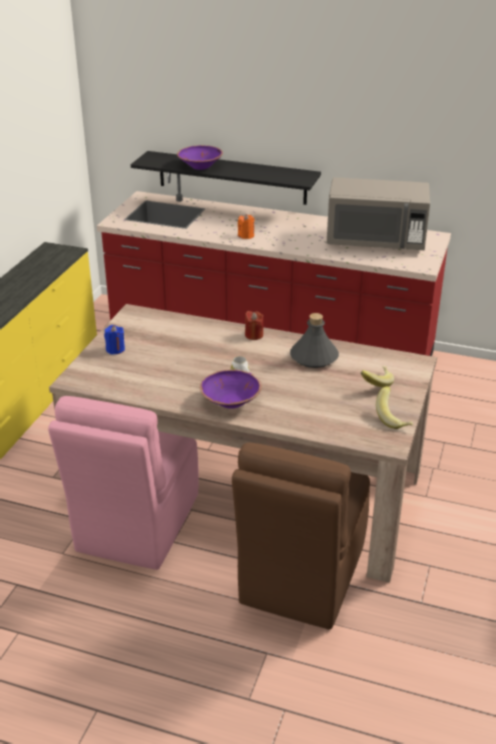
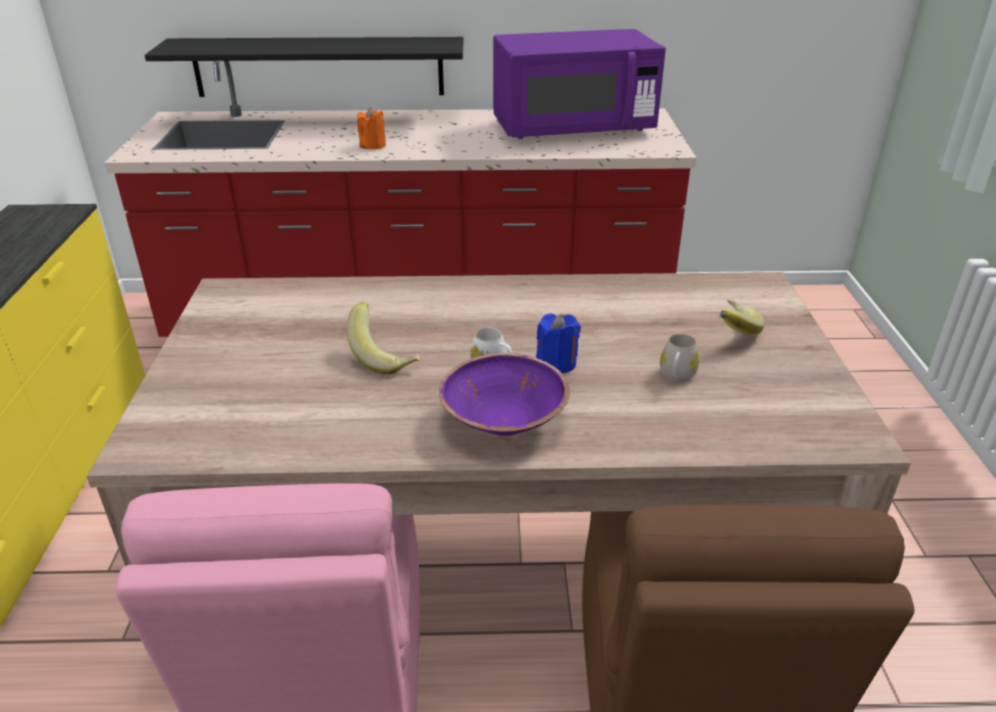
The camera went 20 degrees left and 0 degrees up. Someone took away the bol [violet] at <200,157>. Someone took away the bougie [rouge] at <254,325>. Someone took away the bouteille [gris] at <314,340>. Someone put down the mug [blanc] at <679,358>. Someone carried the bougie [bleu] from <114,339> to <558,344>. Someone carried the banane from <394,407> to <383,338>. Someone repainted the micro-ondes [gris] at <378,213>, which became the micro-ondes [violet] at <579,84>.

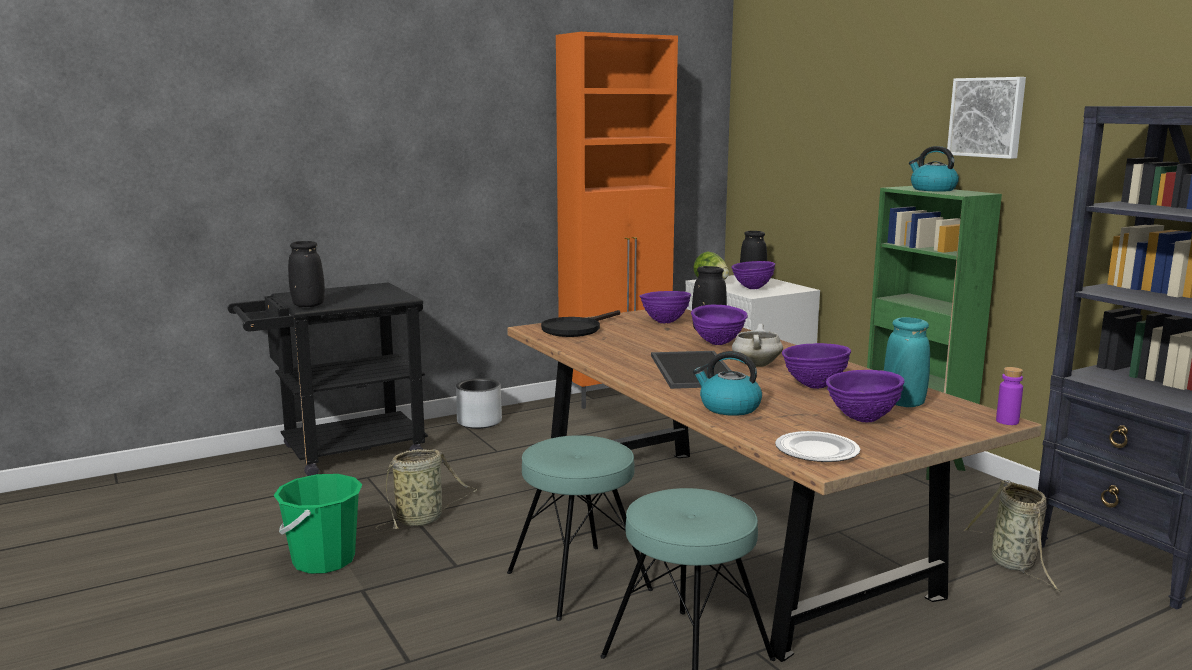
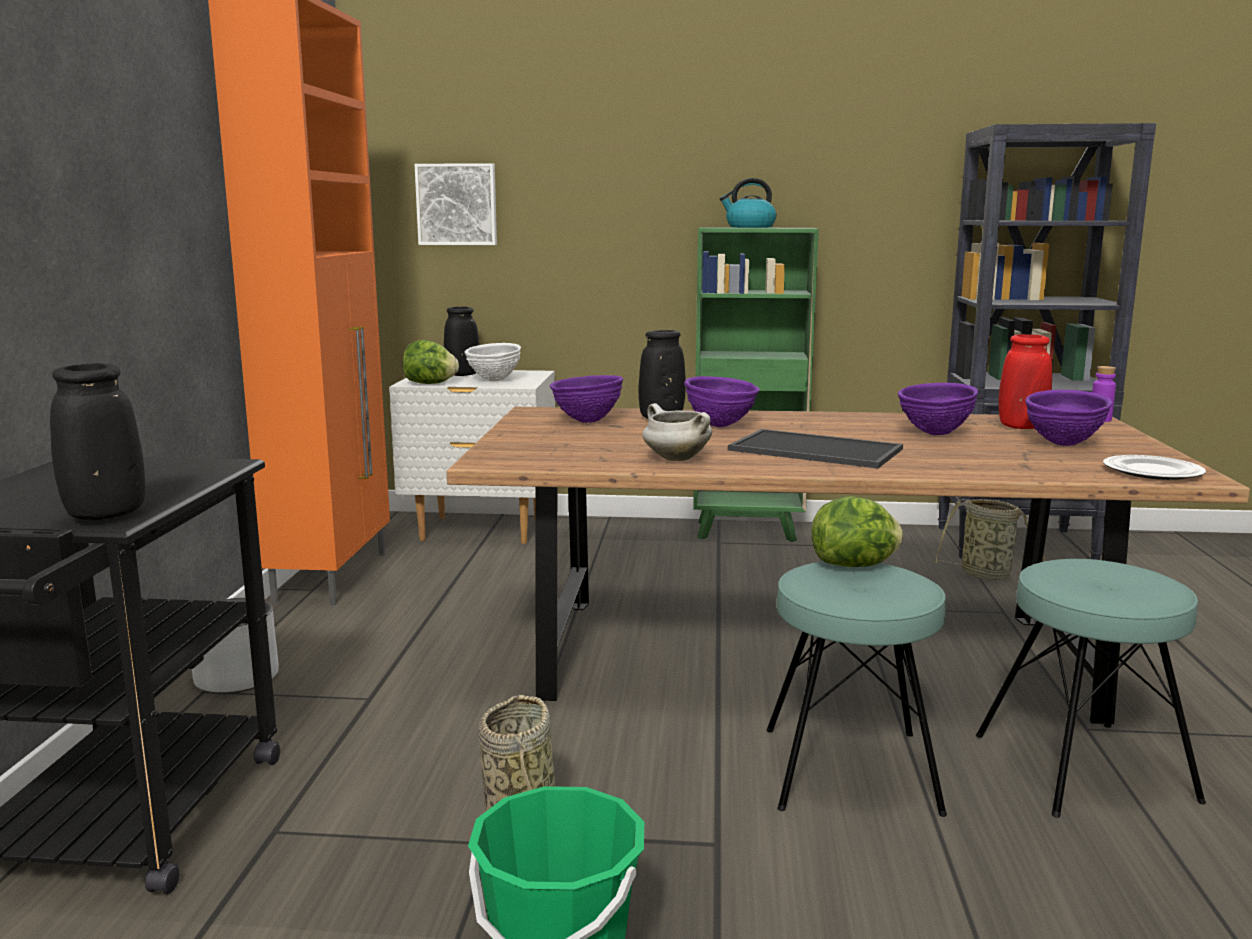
The camera went 55 degrees left and 0 degrees up. Someone took away the poêle [noir] at <580,323>. Someone took away the bouilloire at <727,383>. Someone put down the laitue at <857,531>. Someone carried the marmite [blanc] from <757,345> to <677,432>. Someone carried the tableau from <986,118> to <455,204>. Someone repainted the bol [violet] at <753,275>, which became the bol [blanc] at <493,362>. Someone repainted the vase [turquoise] at <907,362>, which became the vase [rouge] at <1025,381>.

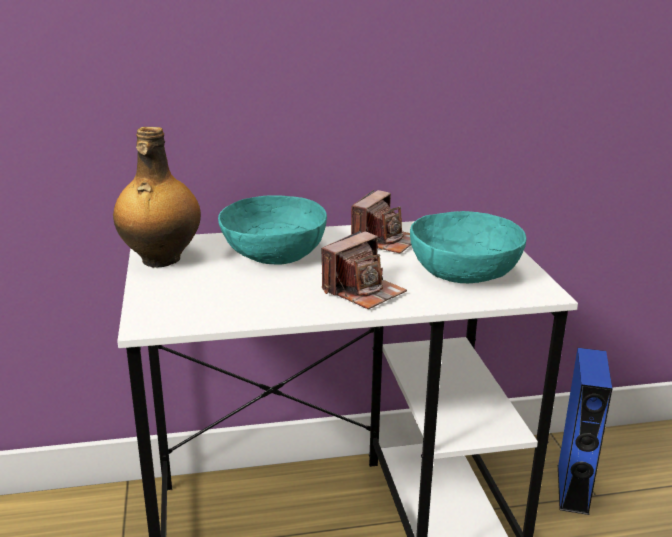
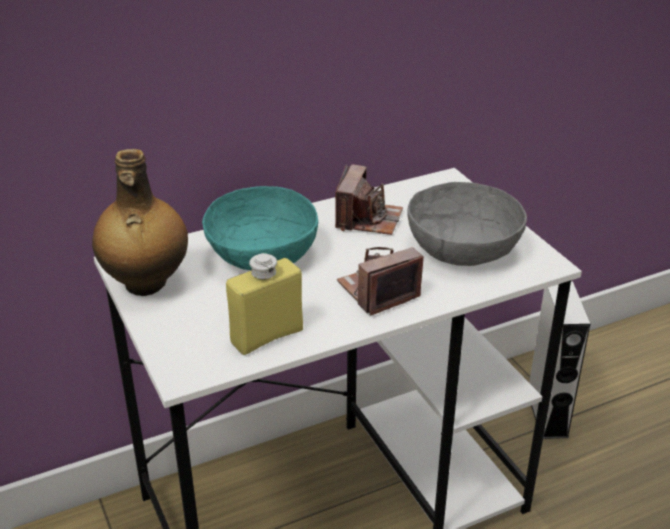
The camera went 15 degrees left and 10 degrees up. Someone put down the bouteille [jaune] at <264,304>. Someone repainted the bol [turquoise] at <468,247>, which became the bol [gris] at <467,224>. Someone repainted the enceinte [bleu] at <585,431>, which became the enceinte [blanc] at <560,360>. Someone rotated the appareil photo at <364,270> by 150 degrees counterclockwise.

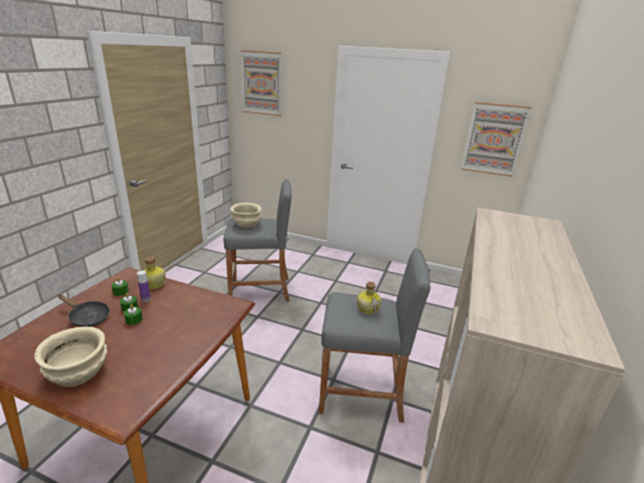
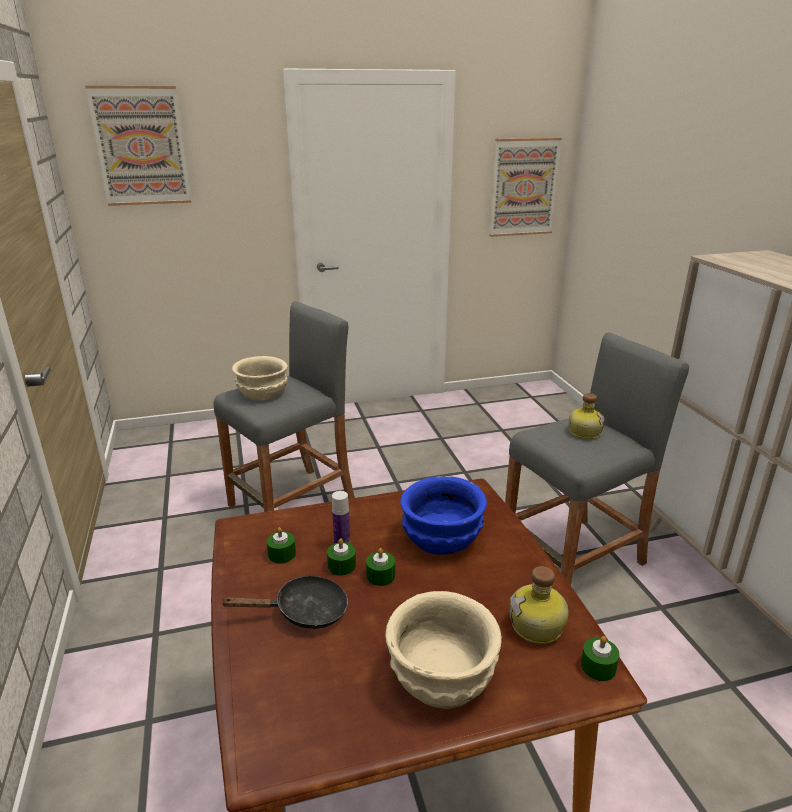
The camera went 35 degrees left and 0 degrees up. Someone put down the bol [bleu] at <443,515>. Someone put down the bougie [vert] at <600,658>. Someone carried the bouteille from <154,272> to <539,605>.

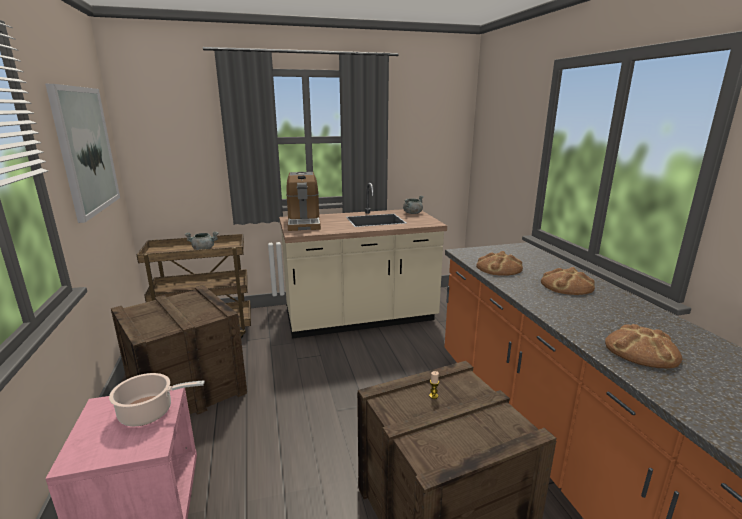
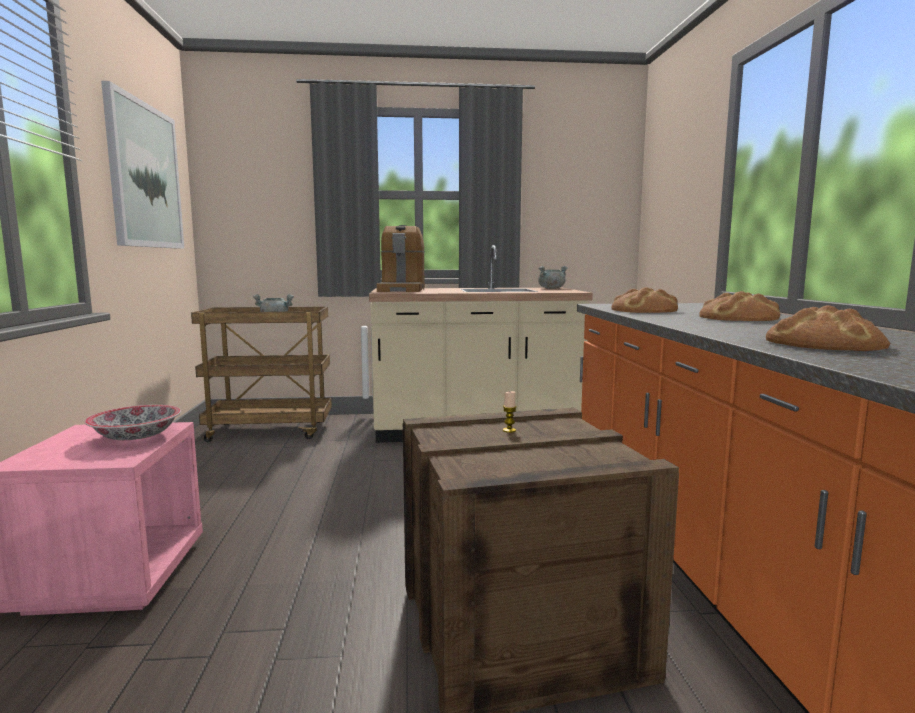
The camera went 10 degrees right and 10 degrees down. Someone took away the caisse at <179,350>. Someone swapped the marmite at <157,399> for the bol at <133,422>.

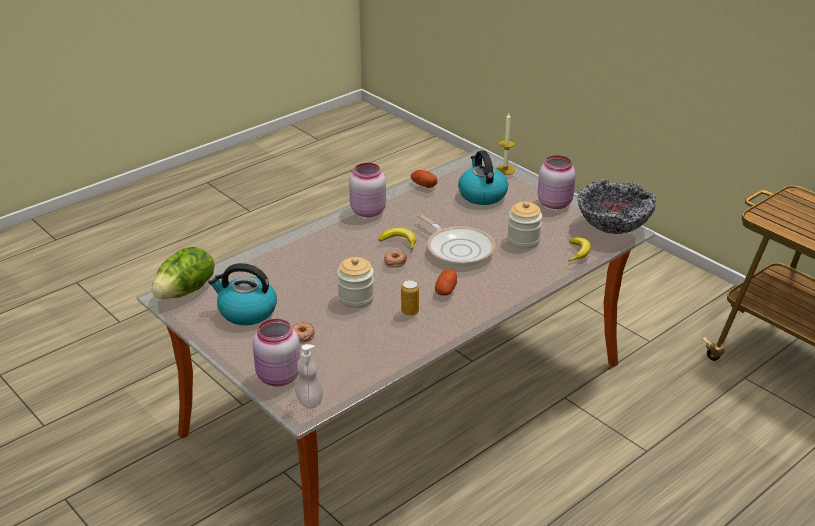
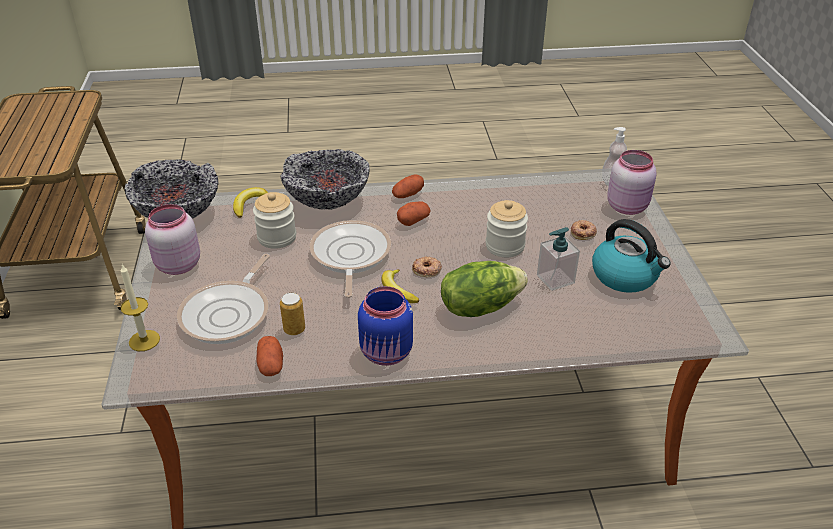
The camera went 145 degrees left and 5 degrees up. Someone put down the bol at <325,179>. Someone put down the pomme de terre at <408,186>. Someone put down the distributeur de savon at <558,259>. Someone carried the laitue from <183,273> to <484,289>. Someone carried the boîte métallique from <410,298> to <292,313>. Someone swapped the bouilloire at <483,177> for the poêle at <223,299>. Someone repainted the bocal [rose] at <367,190>, which became the bocal [bleu] at <385,326>.

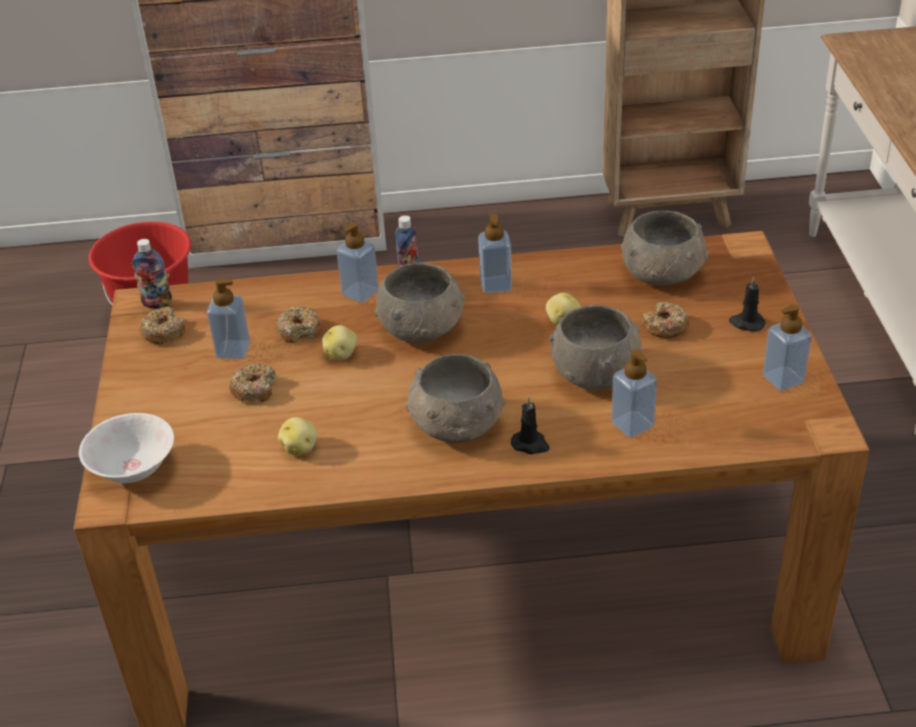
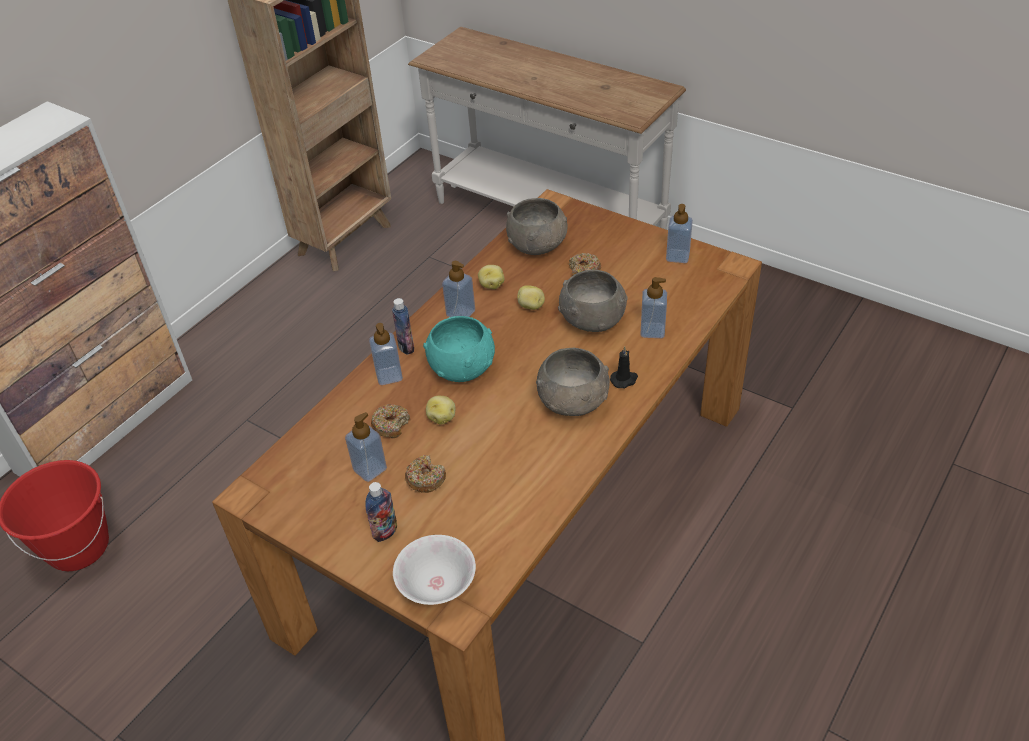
The camera went 50 degrees left and 5 degrees up. Someone took away the beignet at <162,326>. Someone took away the bougie [noir] at <747,304>. Someone carried the bouteille from <152,274> to <381,512>. Someone carried the pomme de terre from <297,436> to <491,277>. Someone repainted the bol [gris] at <420,303>, which became the bol [turquoise] at <459,349>.

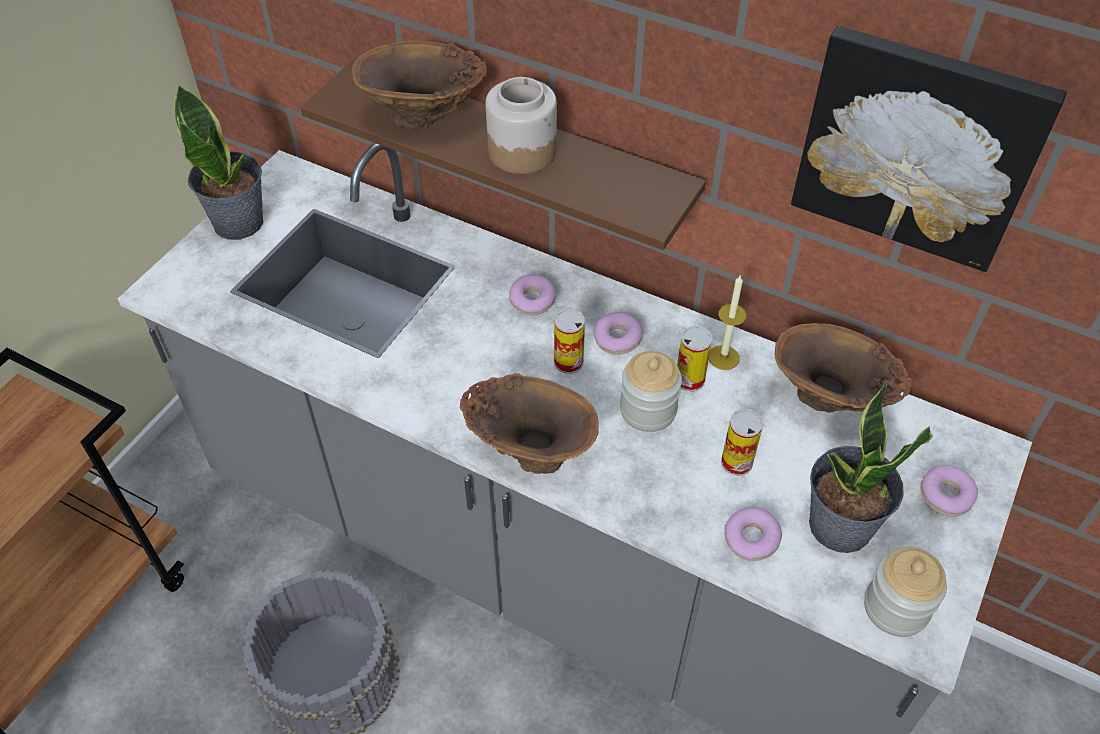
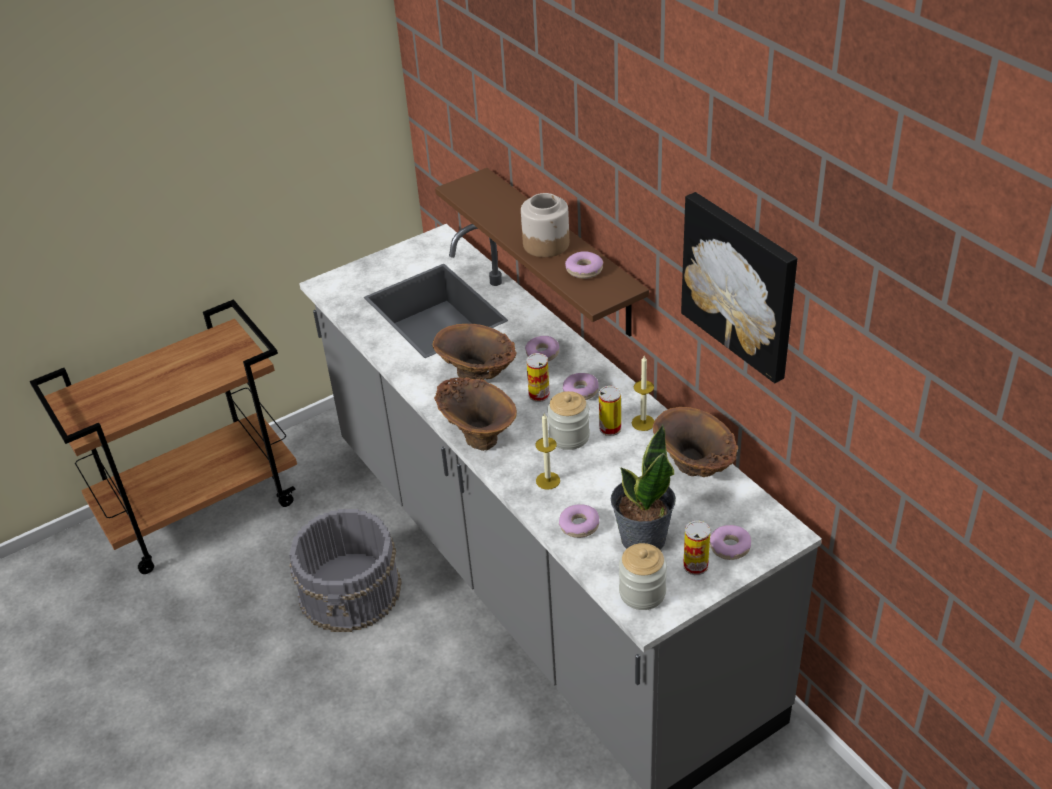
The camera went 30 degrees right and 10 degrees down. Someone took away the plante en pot at <218,162>. Someone put down the bougie at <547,451>. Someone put down the beignet at <584,265>. Someone carried the vase [marron] from <419,85> to <474,351>. Someone carried the boîte métallique from <742,442> to <696,548>.

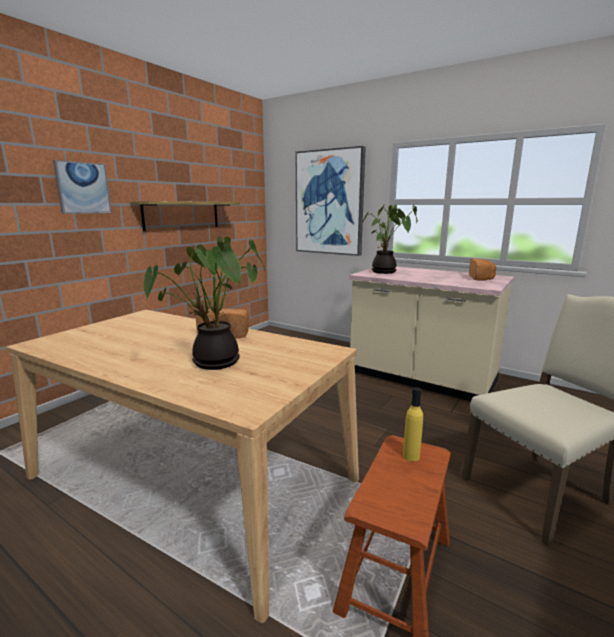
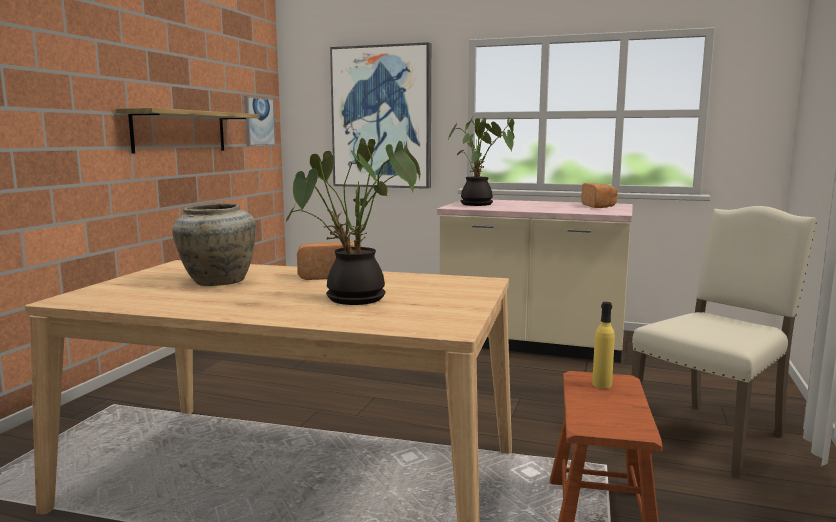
The camera went 15 degrees left and 5 degrees down. Someone put down the vase [beige] at <214,244>. Someone carried the tableau from <82,187> to <260,121>.

